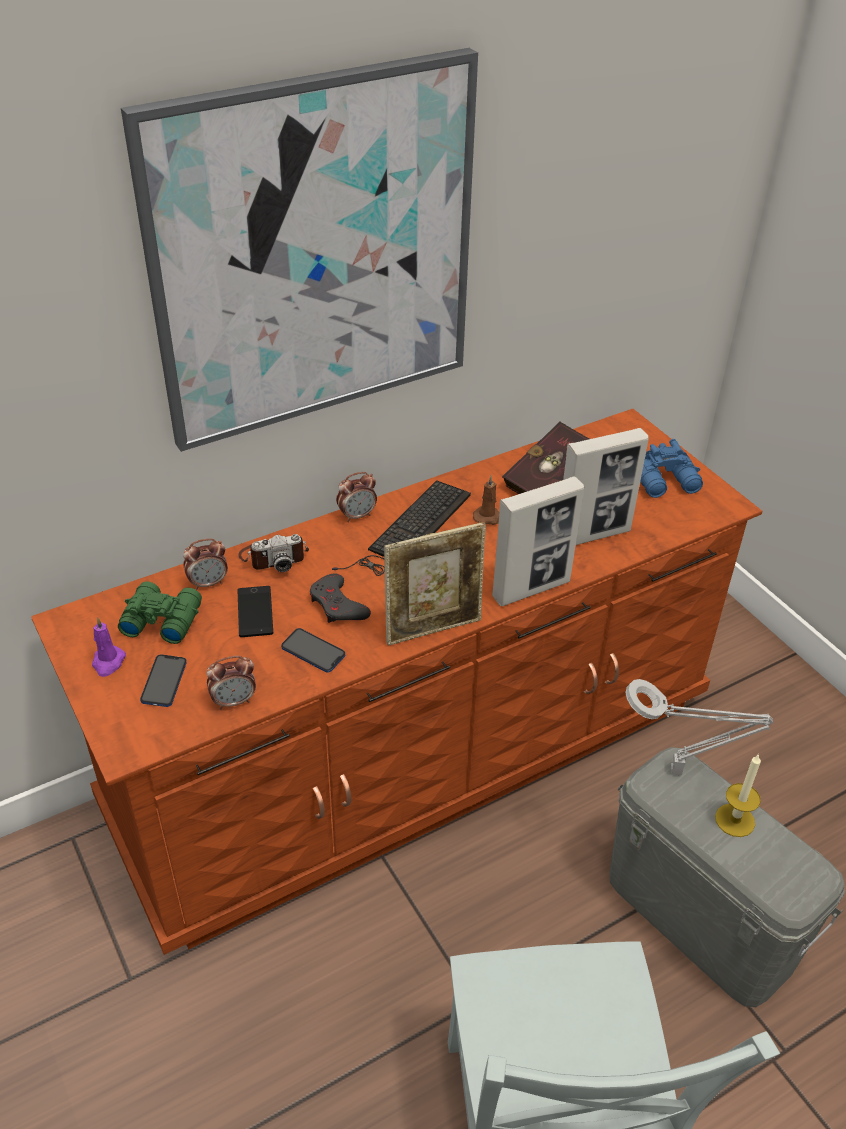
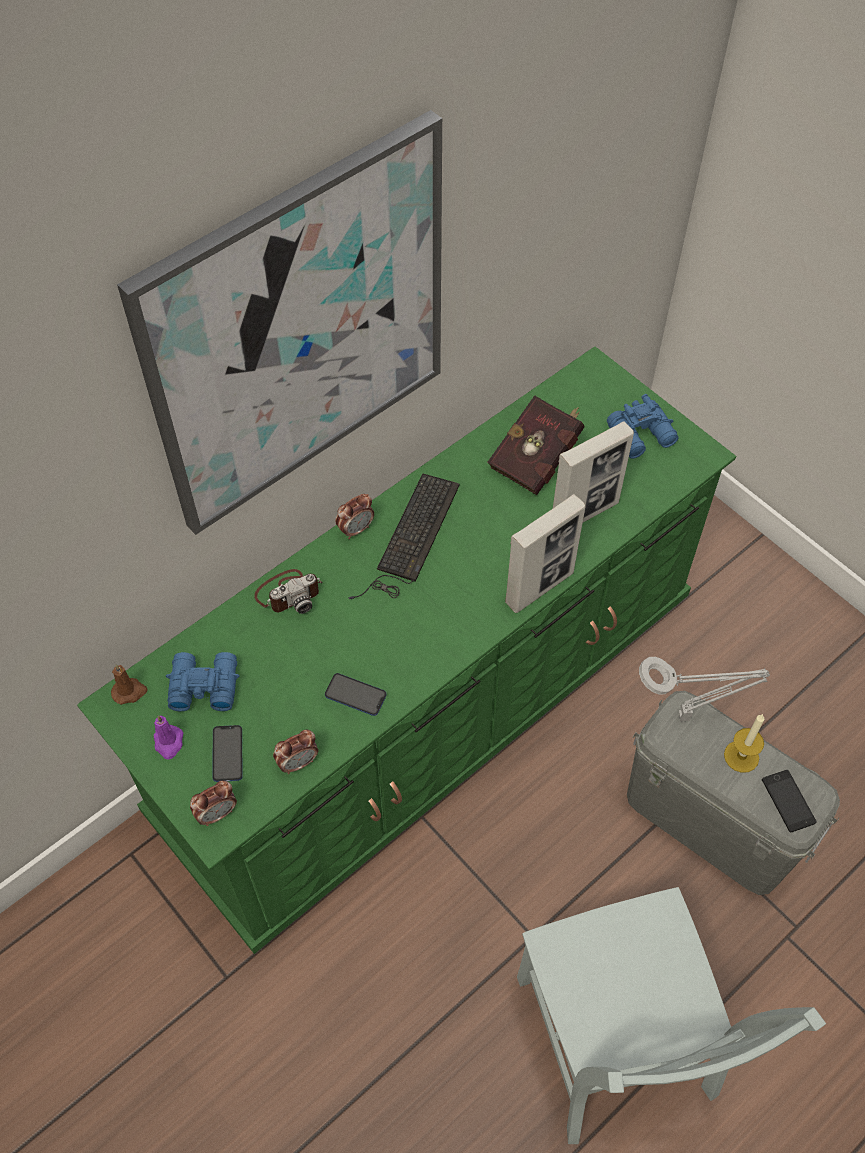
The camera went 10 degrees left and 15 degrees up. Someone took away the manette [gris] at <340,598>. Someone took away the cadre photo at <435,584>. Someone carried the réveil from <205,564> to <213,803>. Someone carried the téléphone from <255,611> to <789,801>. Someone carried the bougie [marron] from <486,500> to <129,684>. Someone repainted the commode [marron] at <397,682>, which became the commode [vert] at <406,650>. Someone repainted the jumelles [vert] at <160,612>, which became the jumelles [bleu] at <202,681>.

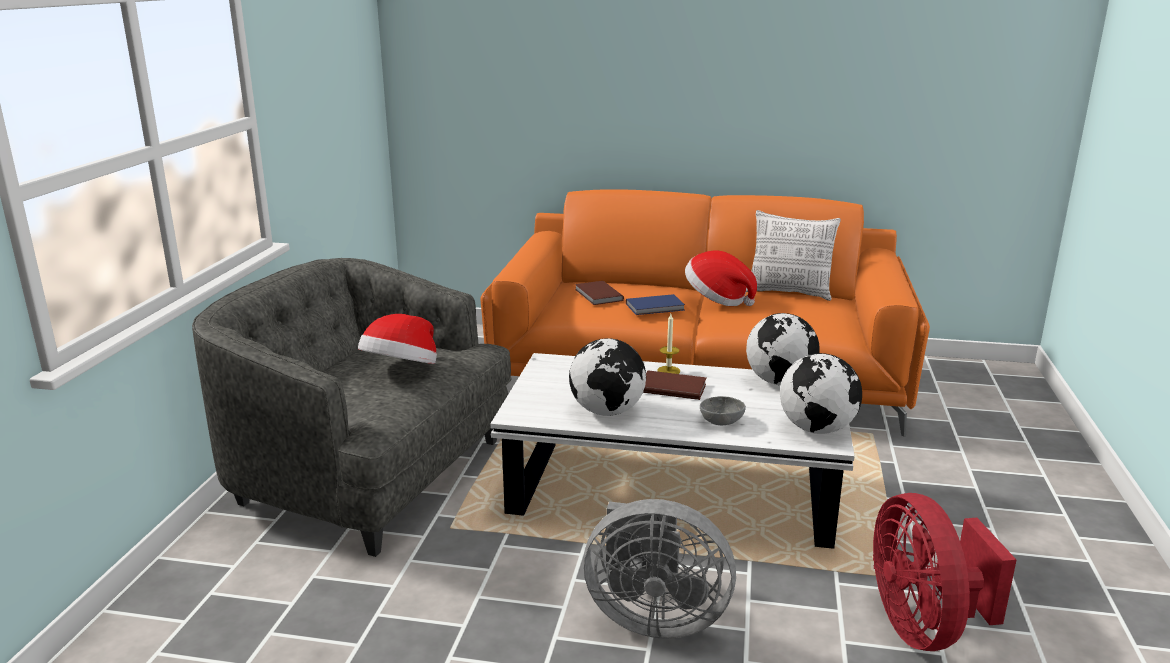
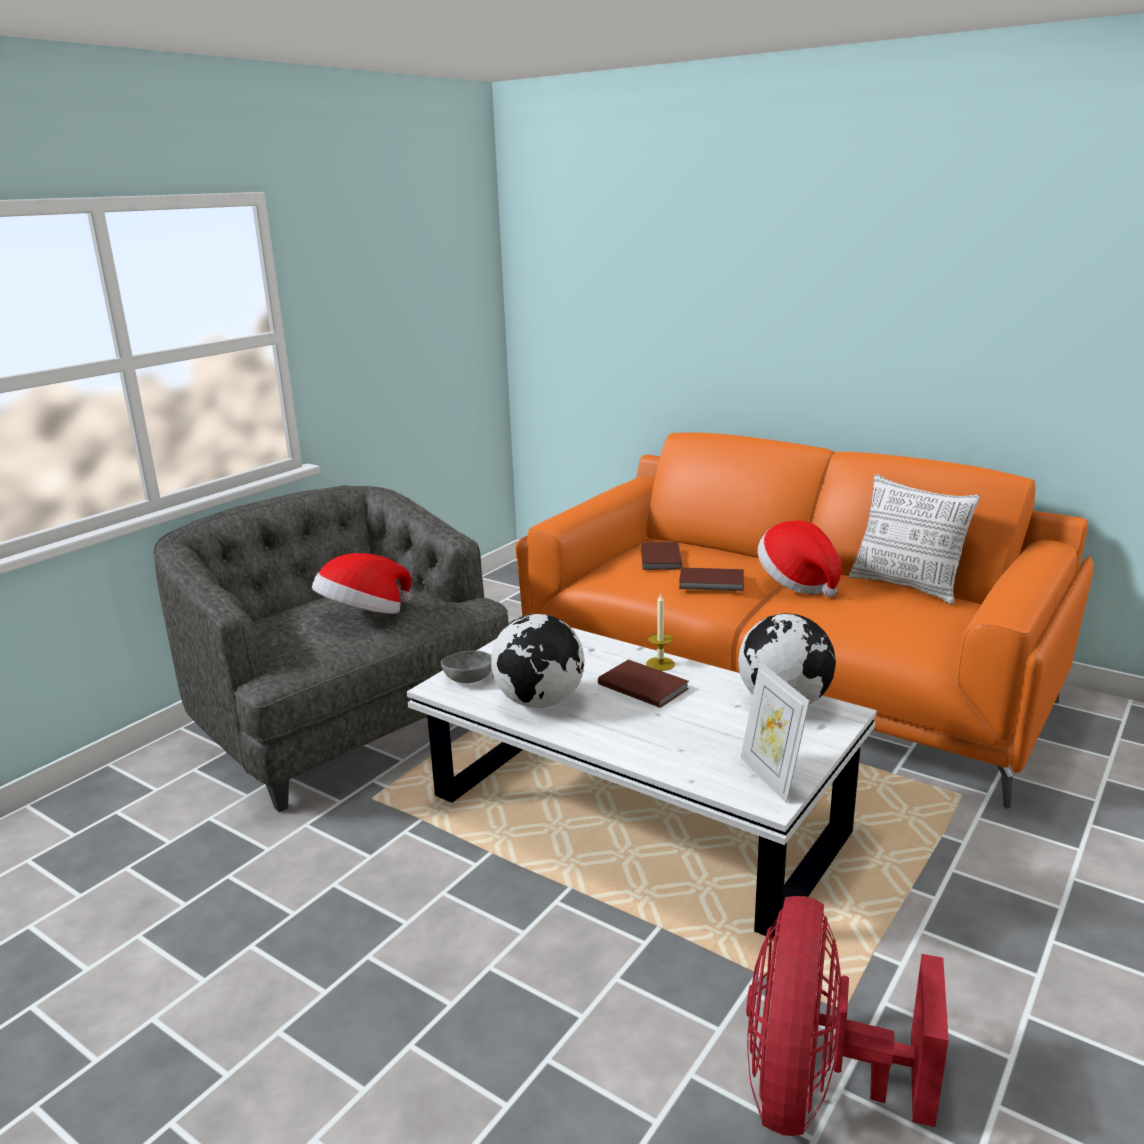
The camera went 25 degrees right and 0 degrees up. Someone took away the ventilateur [gris] at <659,569>. Someone carried the bol [gris] from <723,410> to <466,667>. Someone swapped the globe at <821,393> for the cadre photo at <775,732>. Someone repainted the livre [bleu] at <655,304>, which became the livre [marron] at <711,579>.

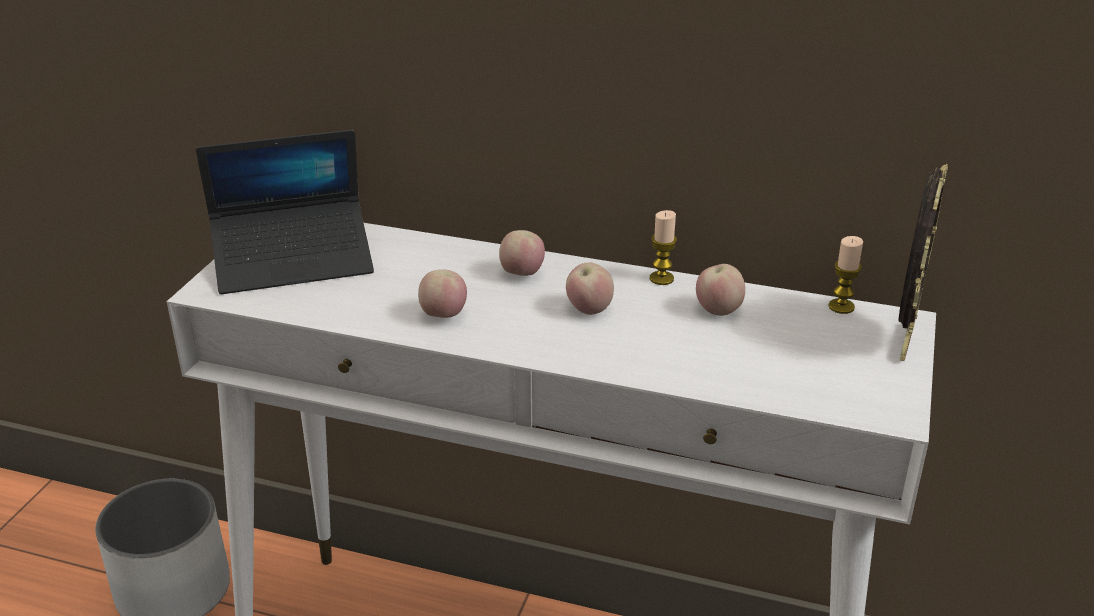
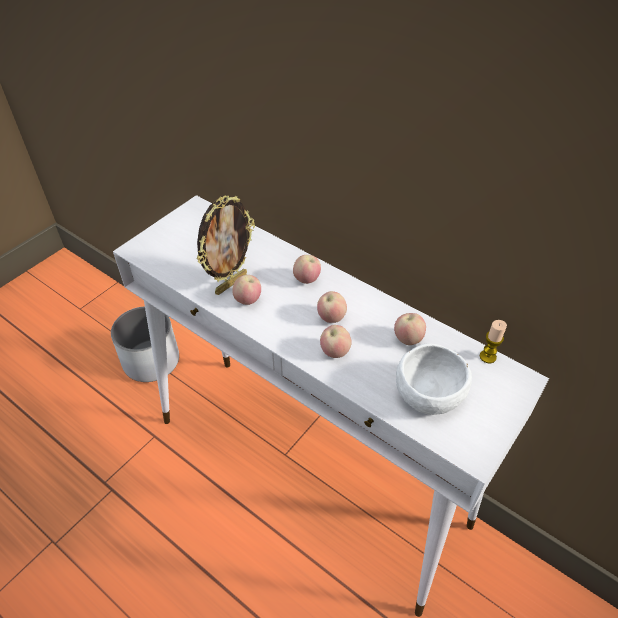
The camera went 20 degrees right and 15 degrees up. Someone took away the ordinateur portable at <285,212>. Someone took away the bougie at <663,247>. Someone put down the pomme at <336,341>. Someone put down the bol [blanc] at <434,379>. Someone carried the cadre photo from <923,262> to <226,245>.

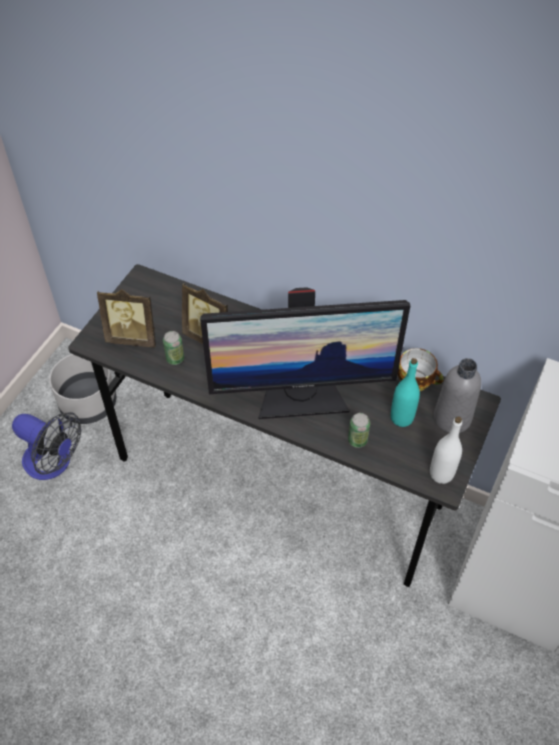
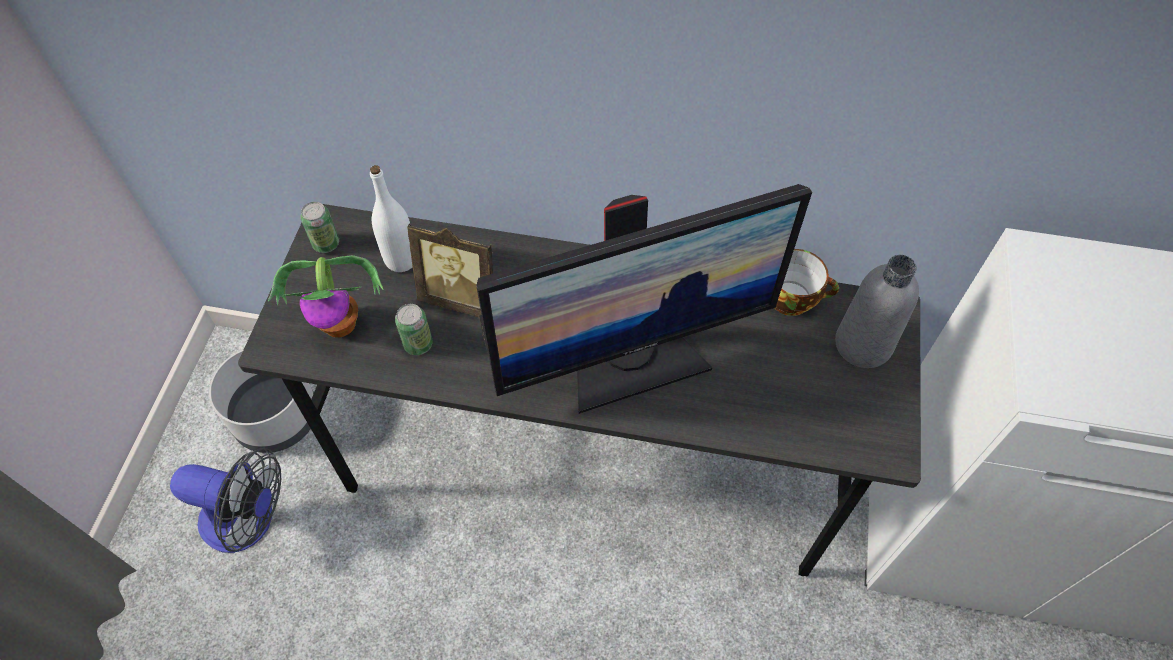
The camera went 15 degrees left and 5 degrees up. Someone took away the bouteille [turquoise] at <405,392>. Someone carried the boîte métallique from <359,430> to <319,227>. Someone carried the bouteille [blanc] from <446,450> to <391,218>. Someone swapped the cadre photo at <126,318> for the plante en pot at <326,296>.

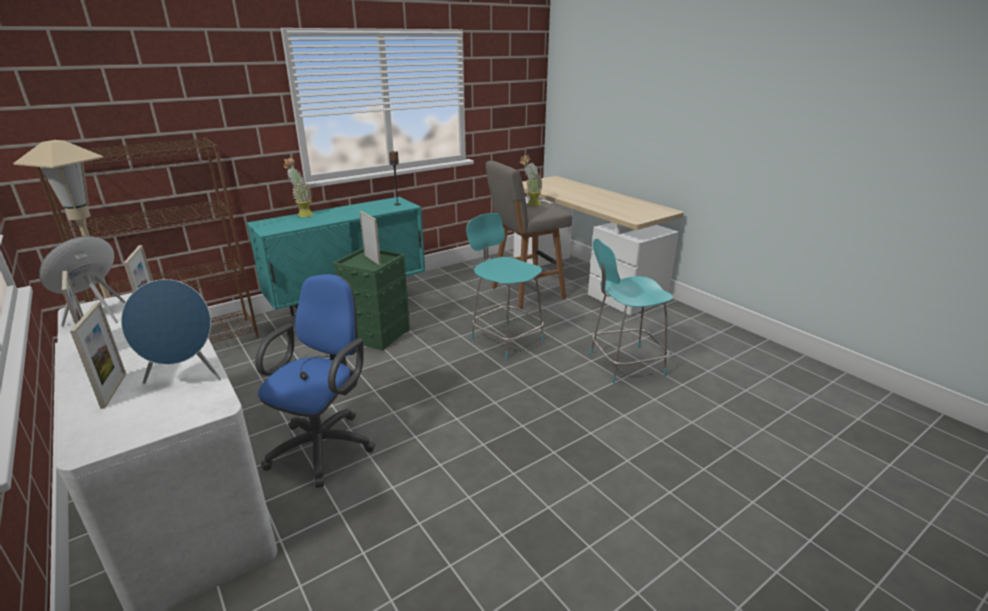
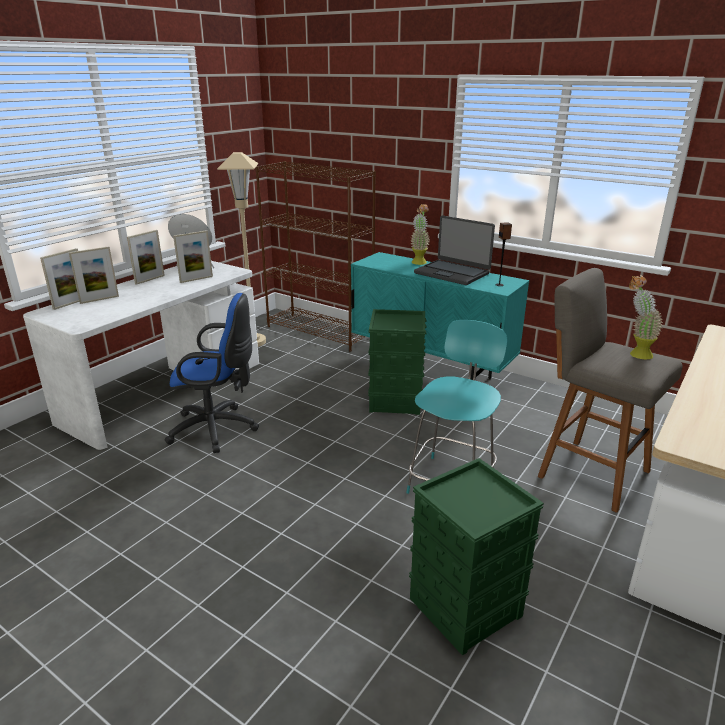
The camera went 70 degrees right and 0 degrees up. Someone took away the enceinte [bleu] at <171,331>. Someone put down the ordinateur portable at <454,250>. Someone carried the cadre photo from <370,238> to <59,279>. Someone swapped the chaise [turquoise] at <631,310> for the boîte de rangement [vert] at <476,557>.

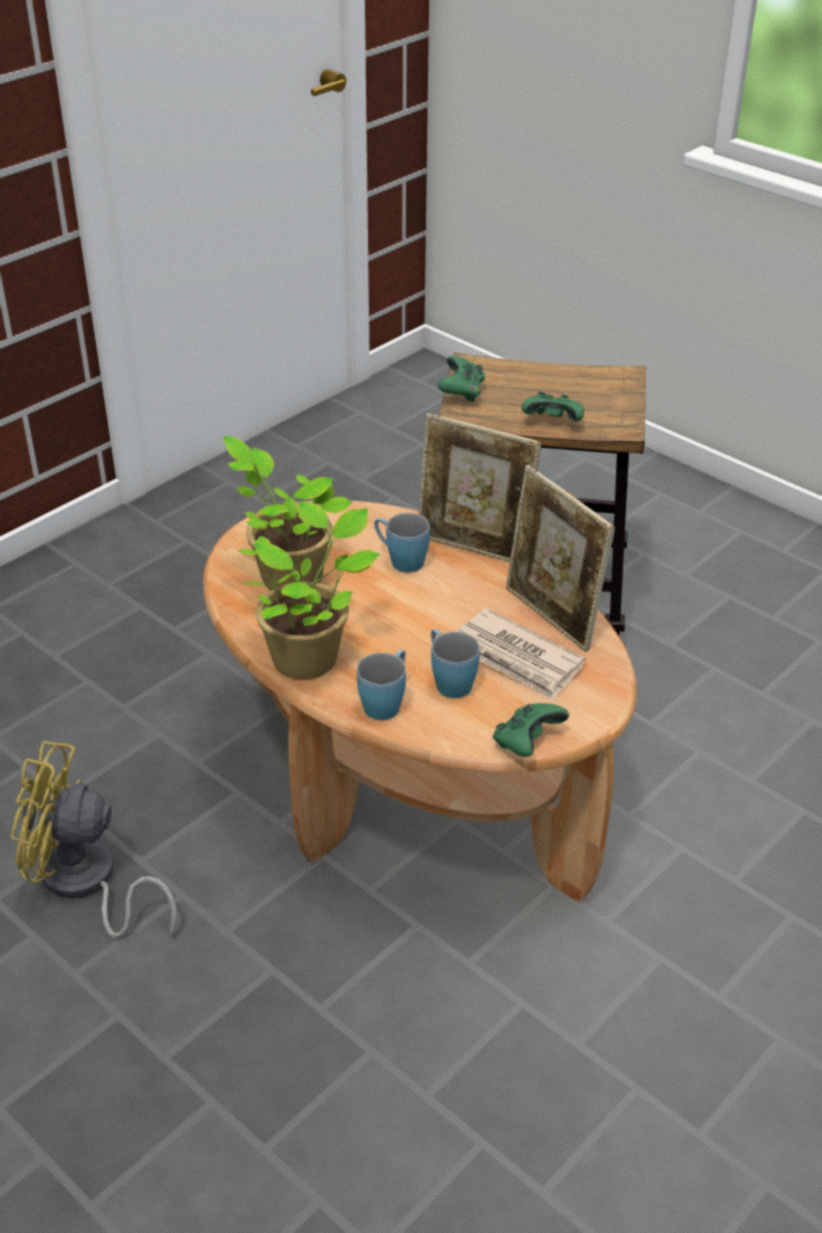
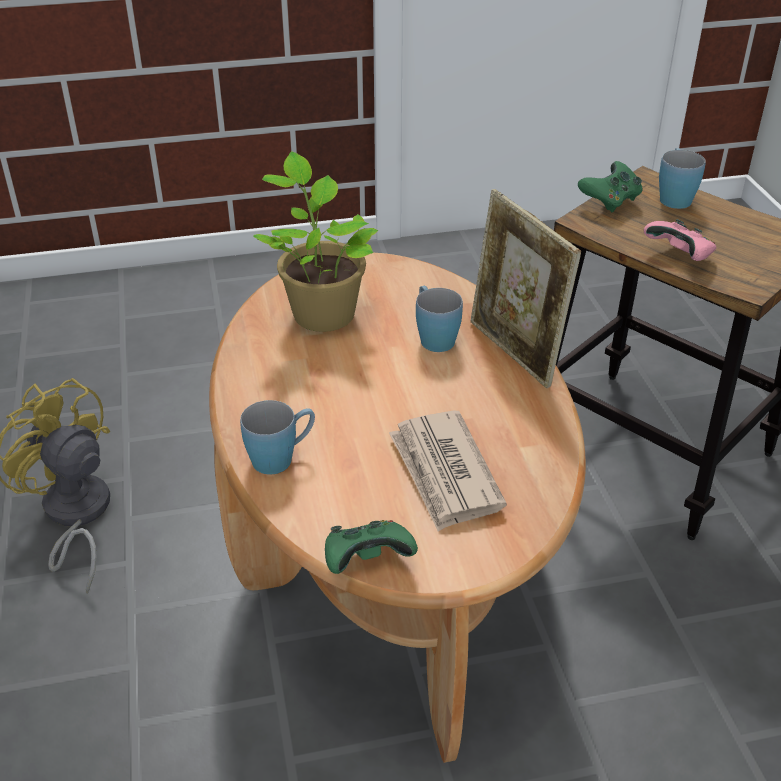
The camera went 35 degrees right and 0 degrees up. Someone took away the plante en pot at <309,590>. Someone took away the cadre photo at <560,558>. Someone carried the mug [bleu] from <455,663> to <682,178>. Someone repainted the manette [vert] at <553,406>, which became the manette [rose] at <679,240>.

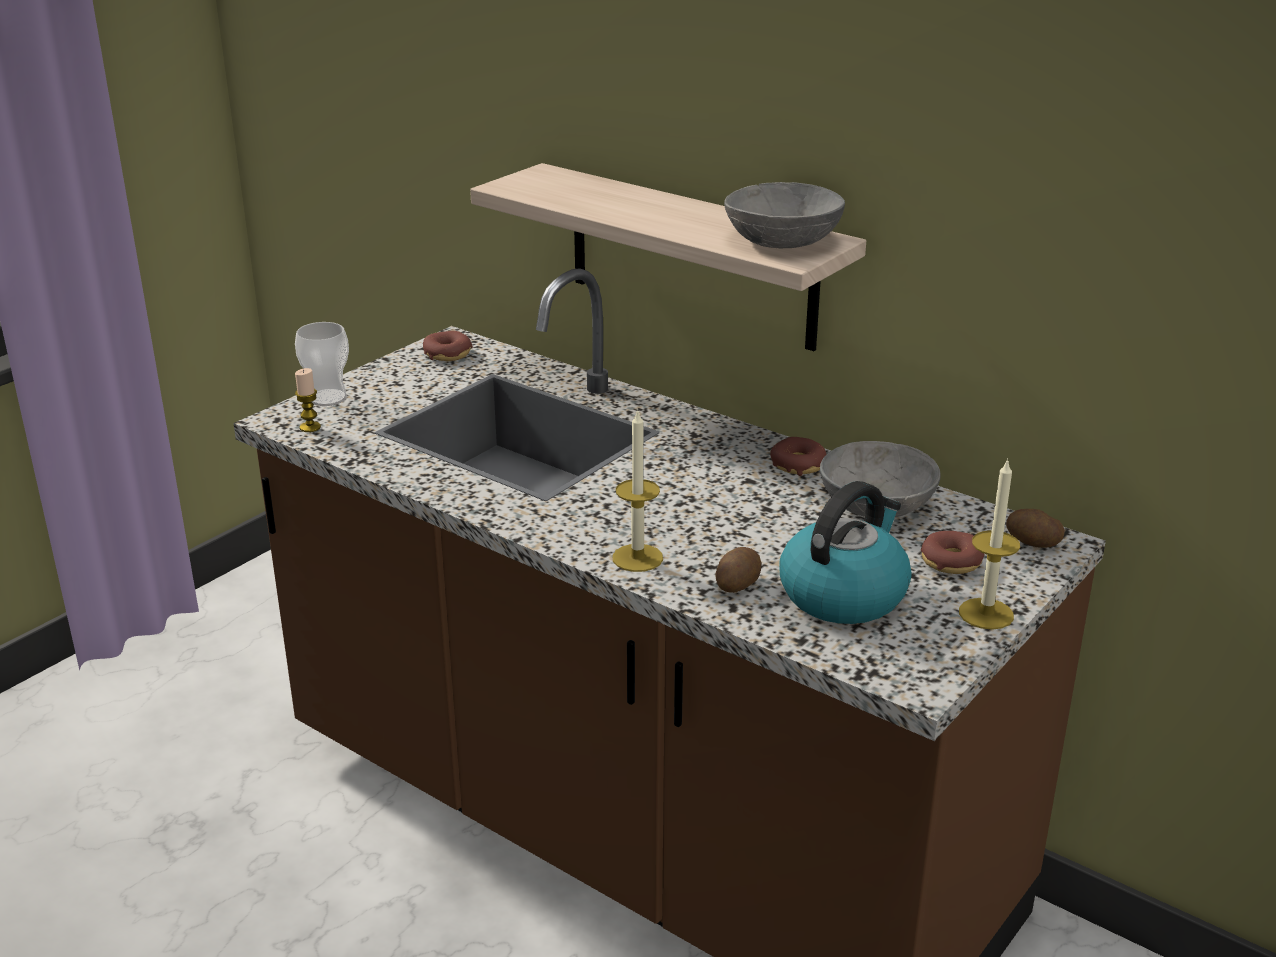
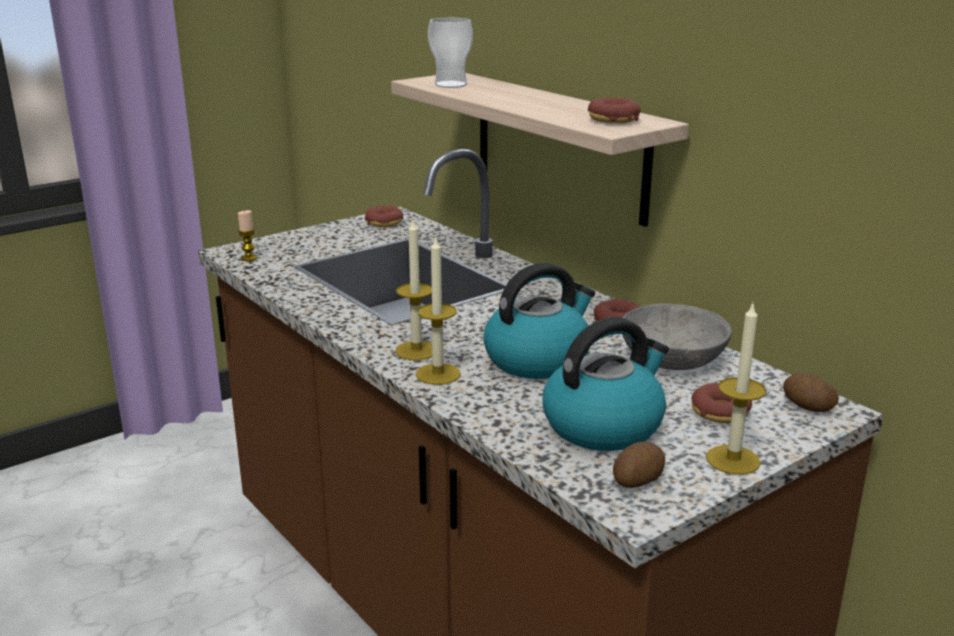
The camera went 15 degrees right and 5 degrees down. Someone put down the bougie at <413,290>. Someone put down the bouilloire at <539,321>. Someone carried the tasse from <322,364> to <450,53>. Someone carried the pomme de terre from <738,570> to <639,465>. Someone swapped the bol [gris] at <784,215> for the beignet at <614,110>.

